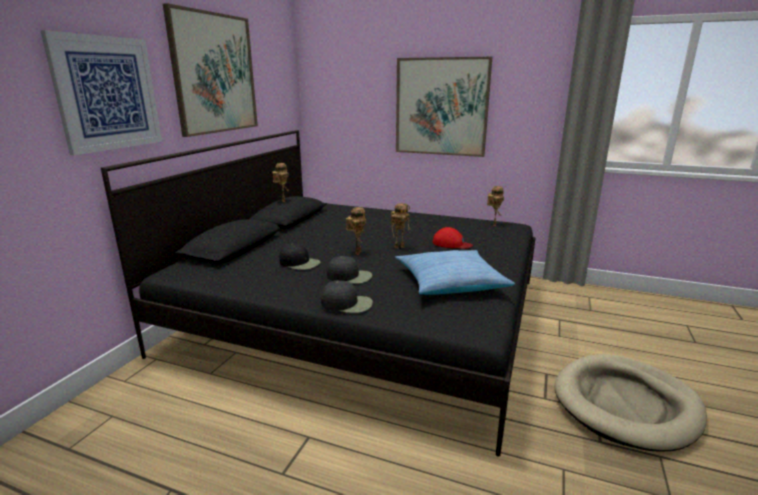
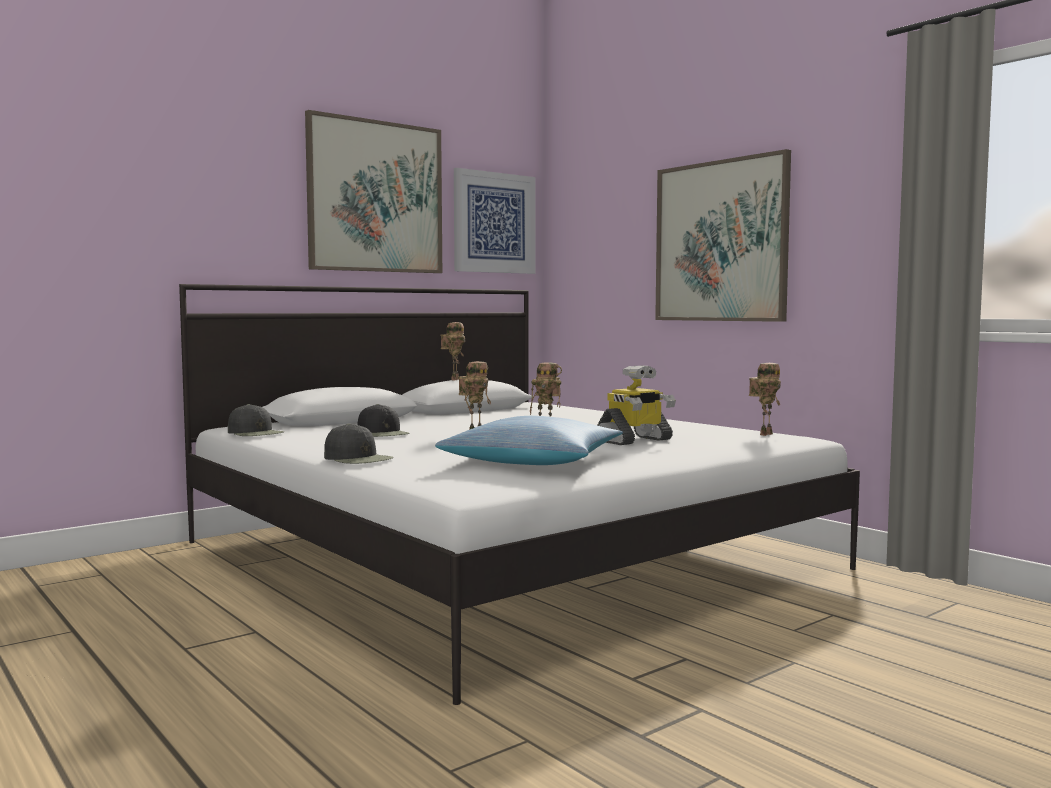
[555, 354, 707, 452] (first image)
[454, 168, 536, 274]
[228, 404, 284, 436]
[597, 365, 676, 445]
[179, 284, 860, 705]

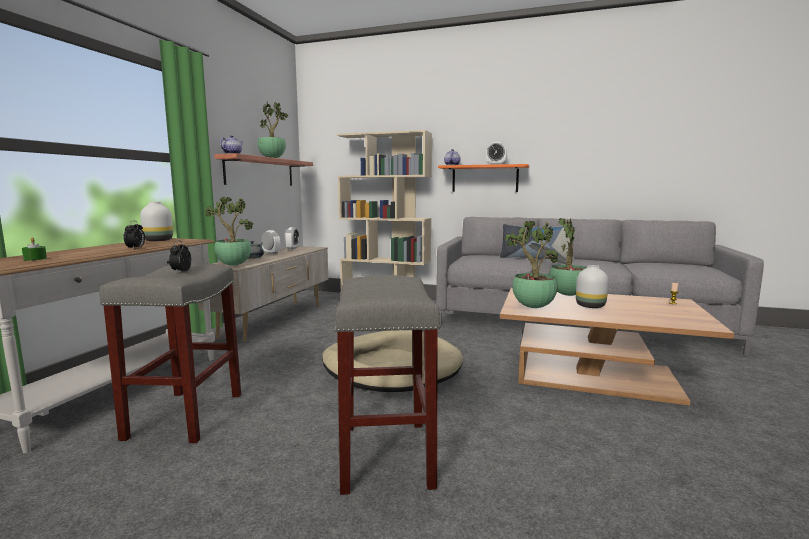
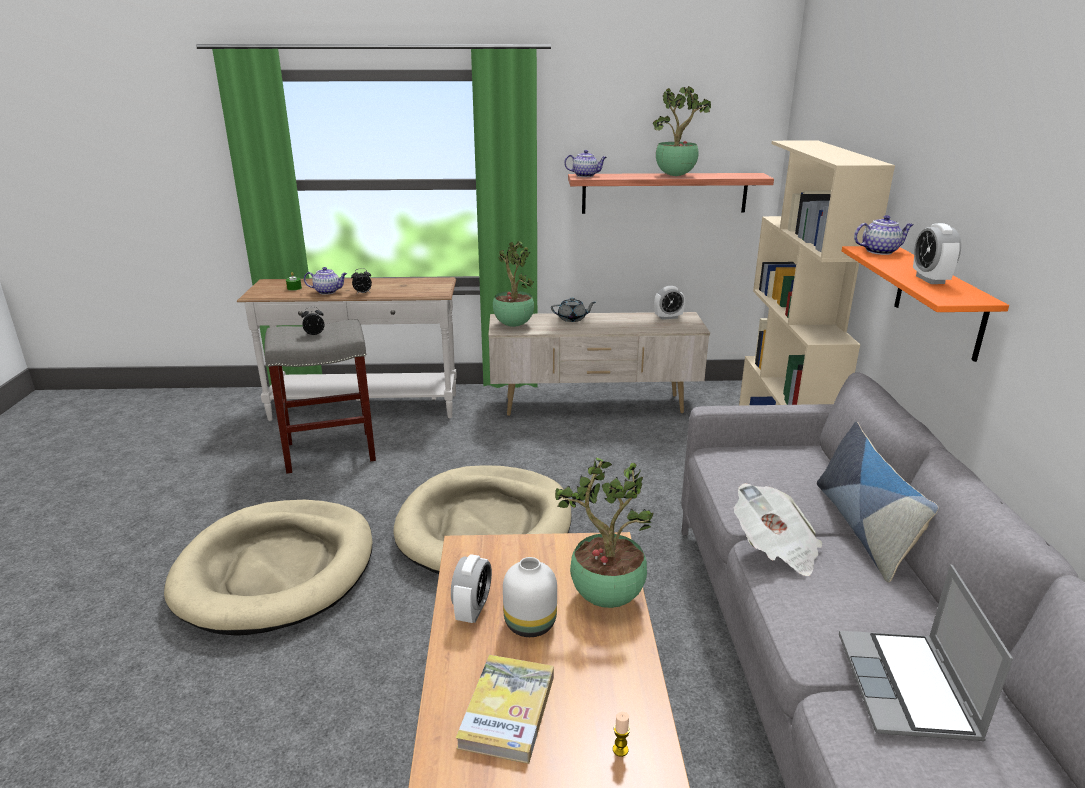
[140, 202, 173, 241] (first image)
[505, 221, 558, 308] (first image)
[304, 267, 347, 295]
[456, 655, 554, 764]
[839, 564, 1013, 741]
[451, 554, 492, 623]
[164, 500, 373, 636]

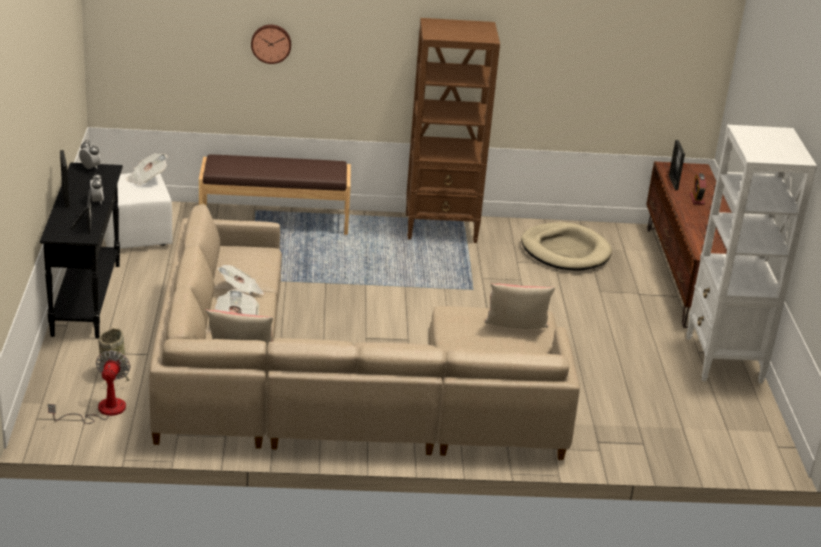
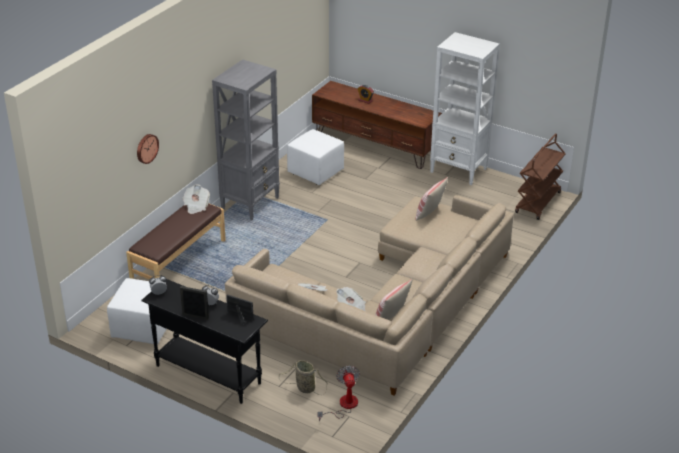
[669, 140, 685, 190] (first image)
[515, 133, 566, 220]
[182, 184, 210, 214]
[287, 129, 344, 185]
[212, 59, 280, 220]
[317, 365, 360, 421]

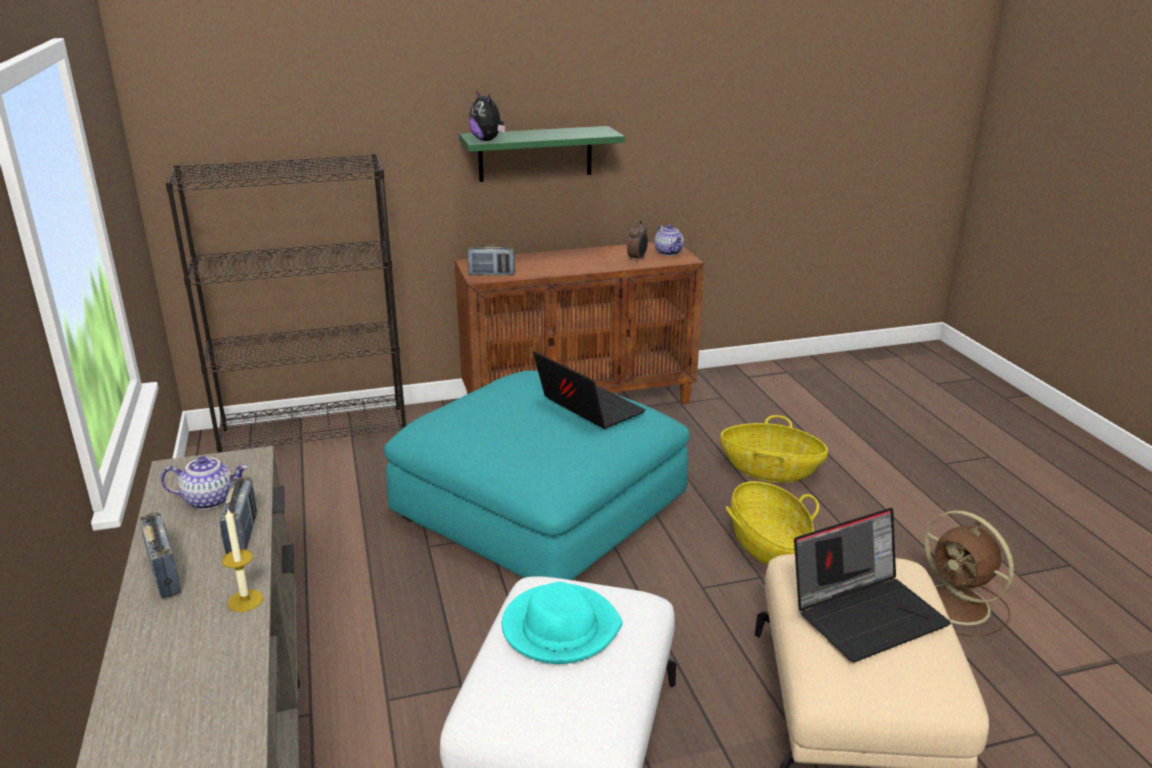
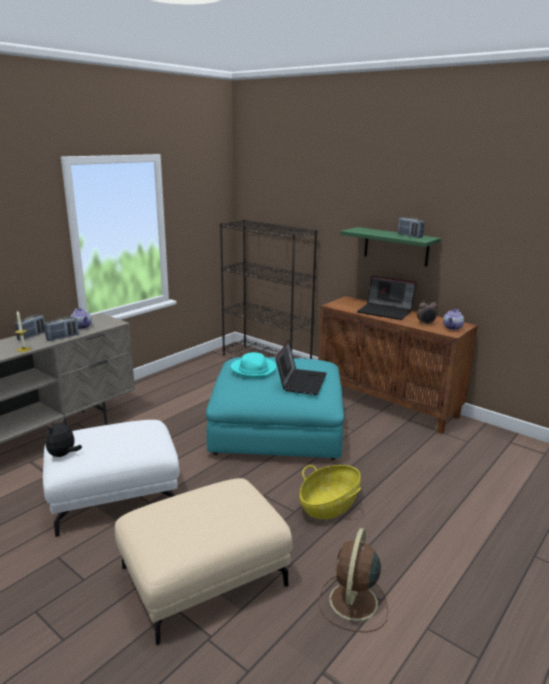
[720, 415, 828, 483] (first image)
[398, 217, 424, 238]
[46, 417, 82, 457]
[231, 352, 276, 378]
[357, 276, 416, 320]

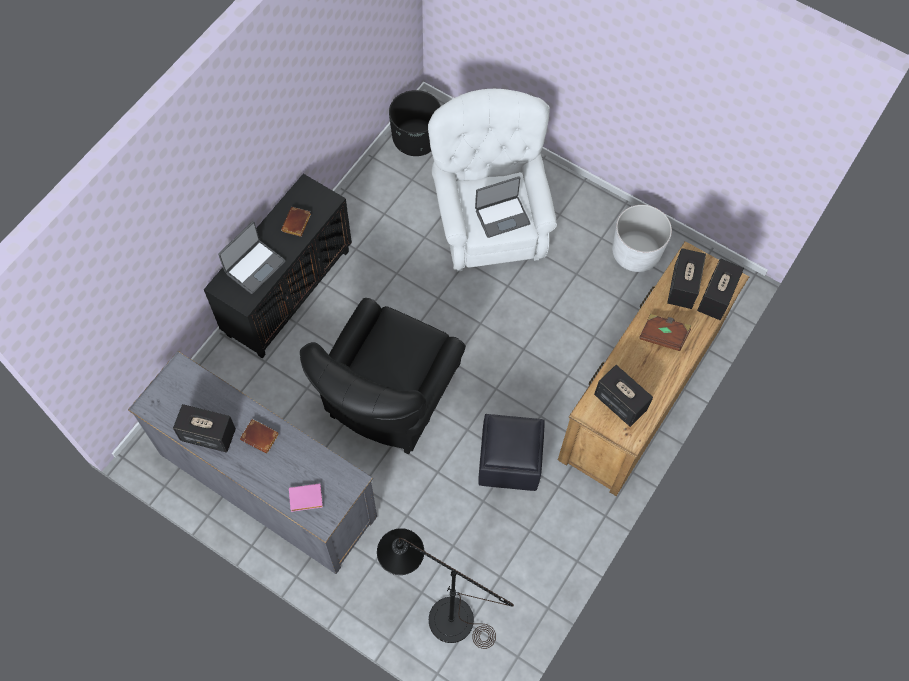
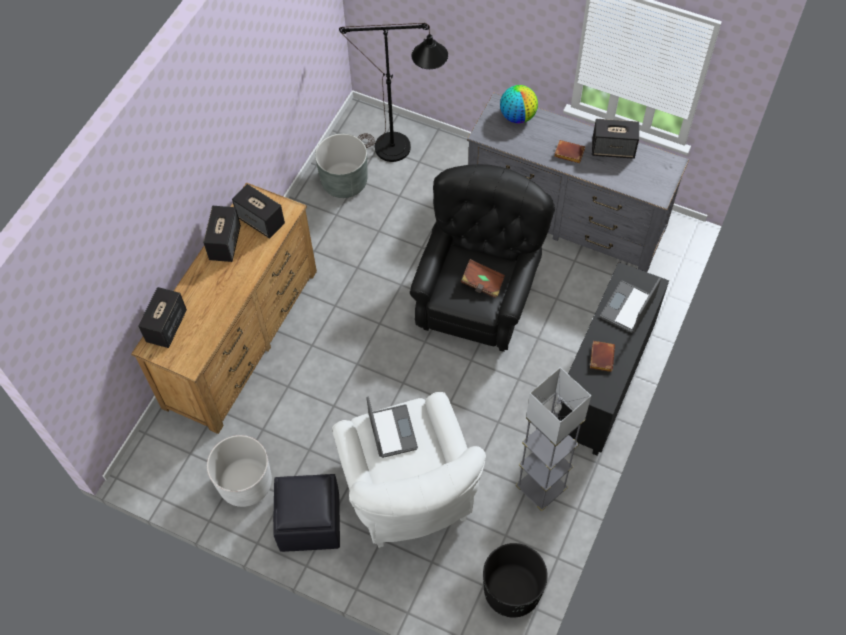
[315, 134, 367, 198]
[516, 367, 591, 511]
[273, 474, 340, 552]
[461, 259, 505, 298]
[203, 206, 241, 262]
[500, 85, 538, 123]
[367, 397, 418, 458]

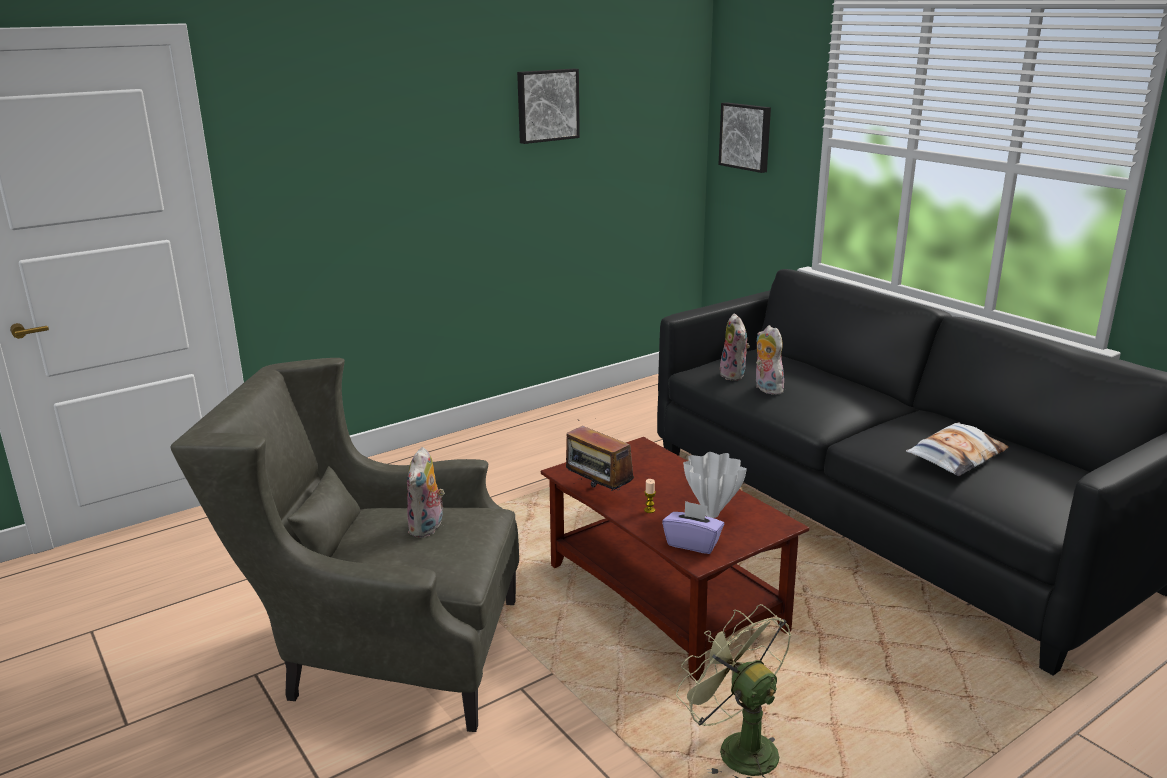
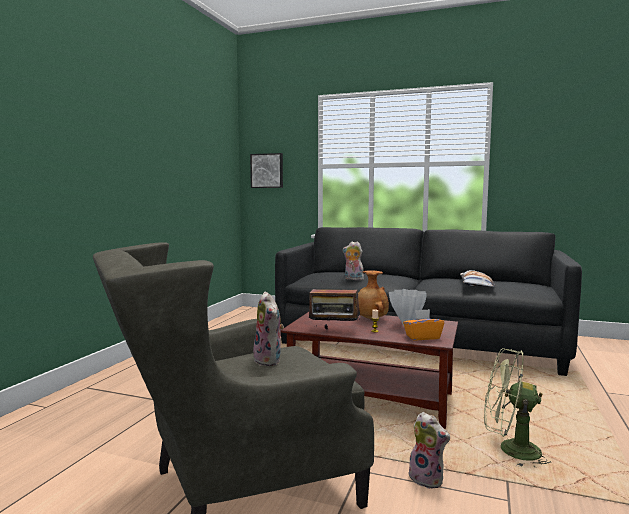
[517, 68, 580, 144] (first image)
[358, 270, 389, 320]
[408, 412, 450, 489]
[403, 309, 444, 340]

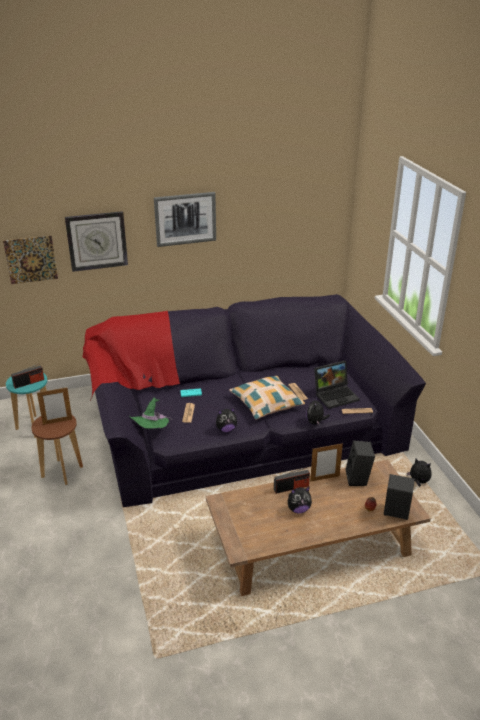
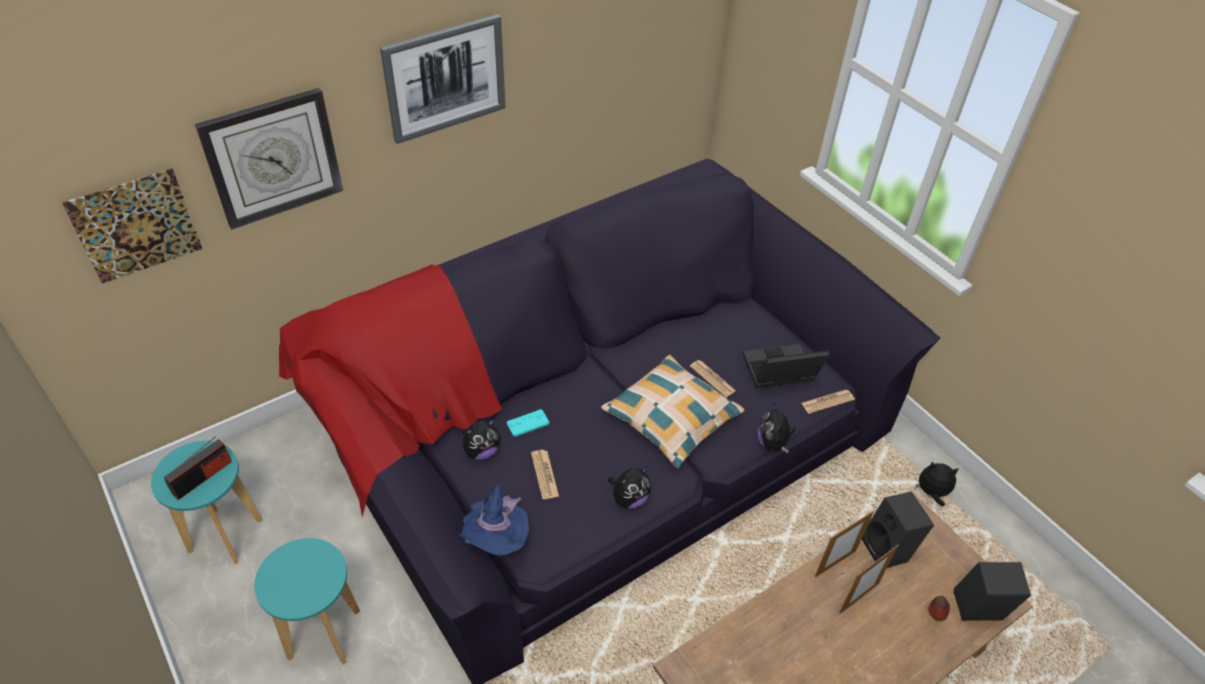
[274, 467, 310, 494] (first image)
[839, 545, 899, 614]
[462, 419, 501, 460]
[254, 538, 360, 665]
[458, 481, 529, 556]
[742, 344, 830, 388]

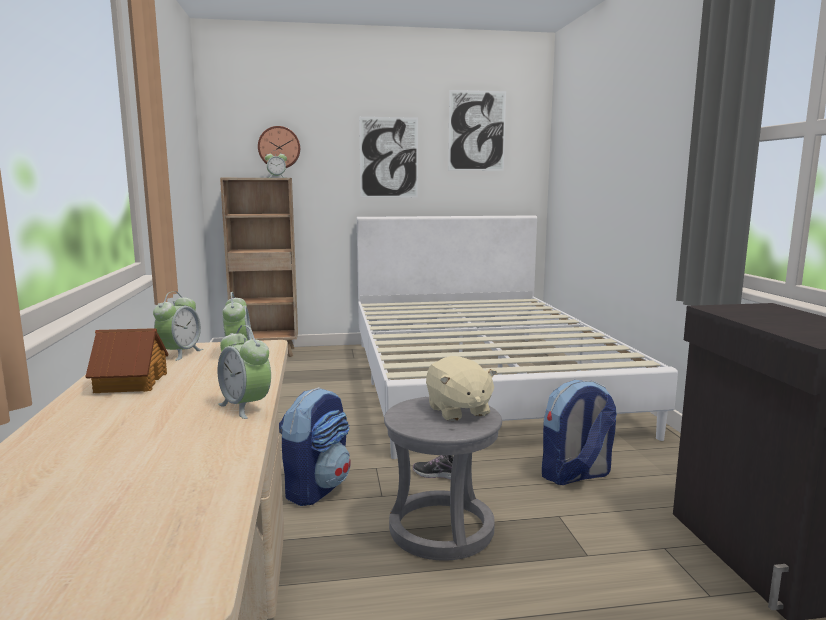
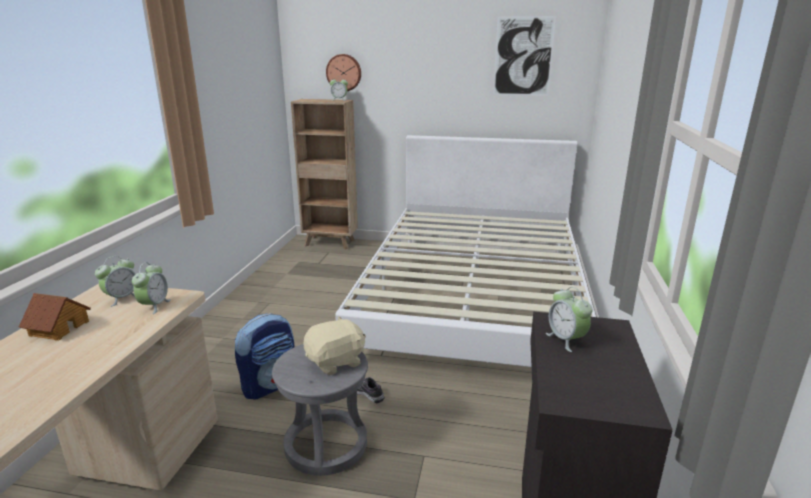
[359, 117, 418, 198] (first image)
[542, 380, 617, 485] (first image)
[546, 287, 592, 352]
[303, 316, 366, 375]

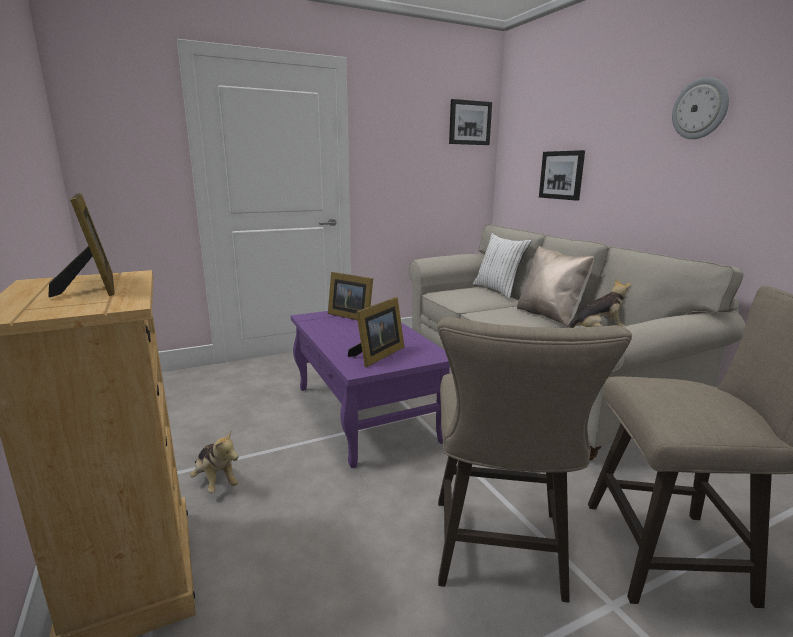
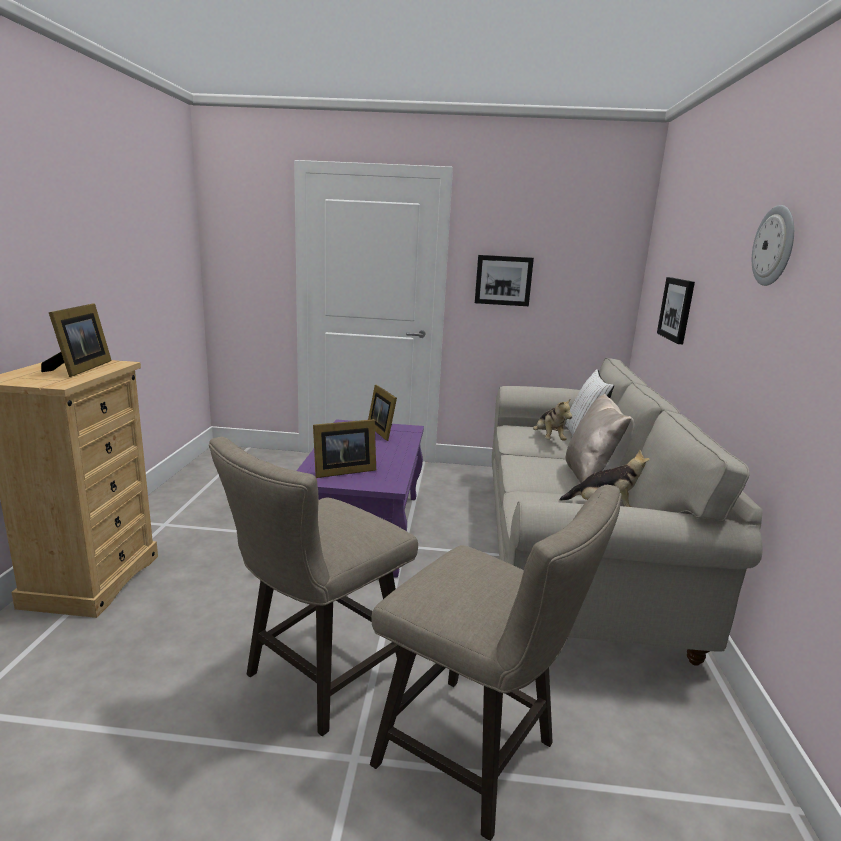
[533, 398, 572, 441]
[475, 255, 534, 306]

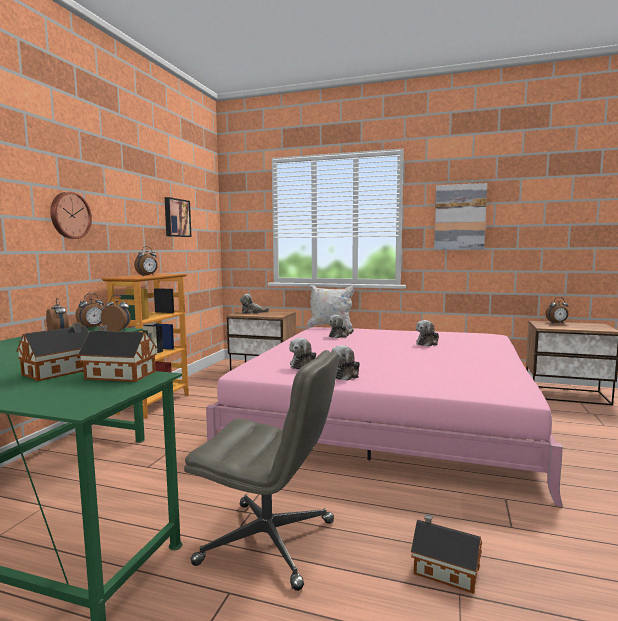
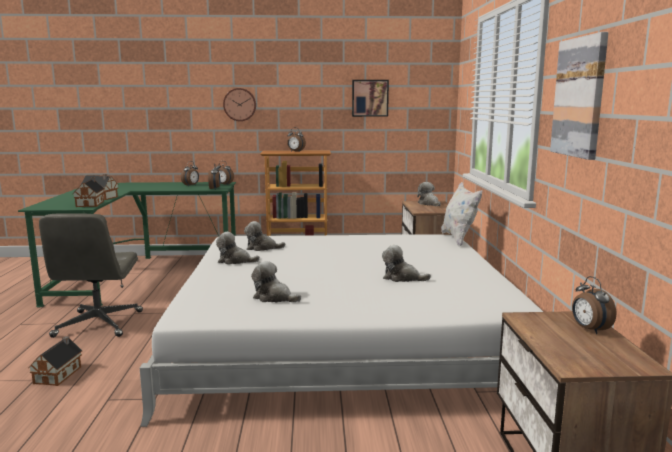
[251, 261, 301, 302]
[140, 234, 543, 427]

